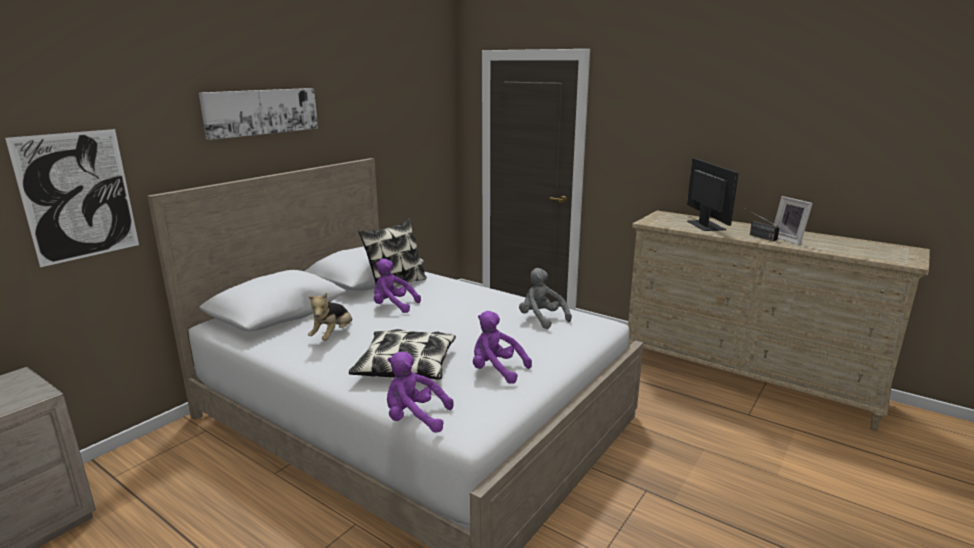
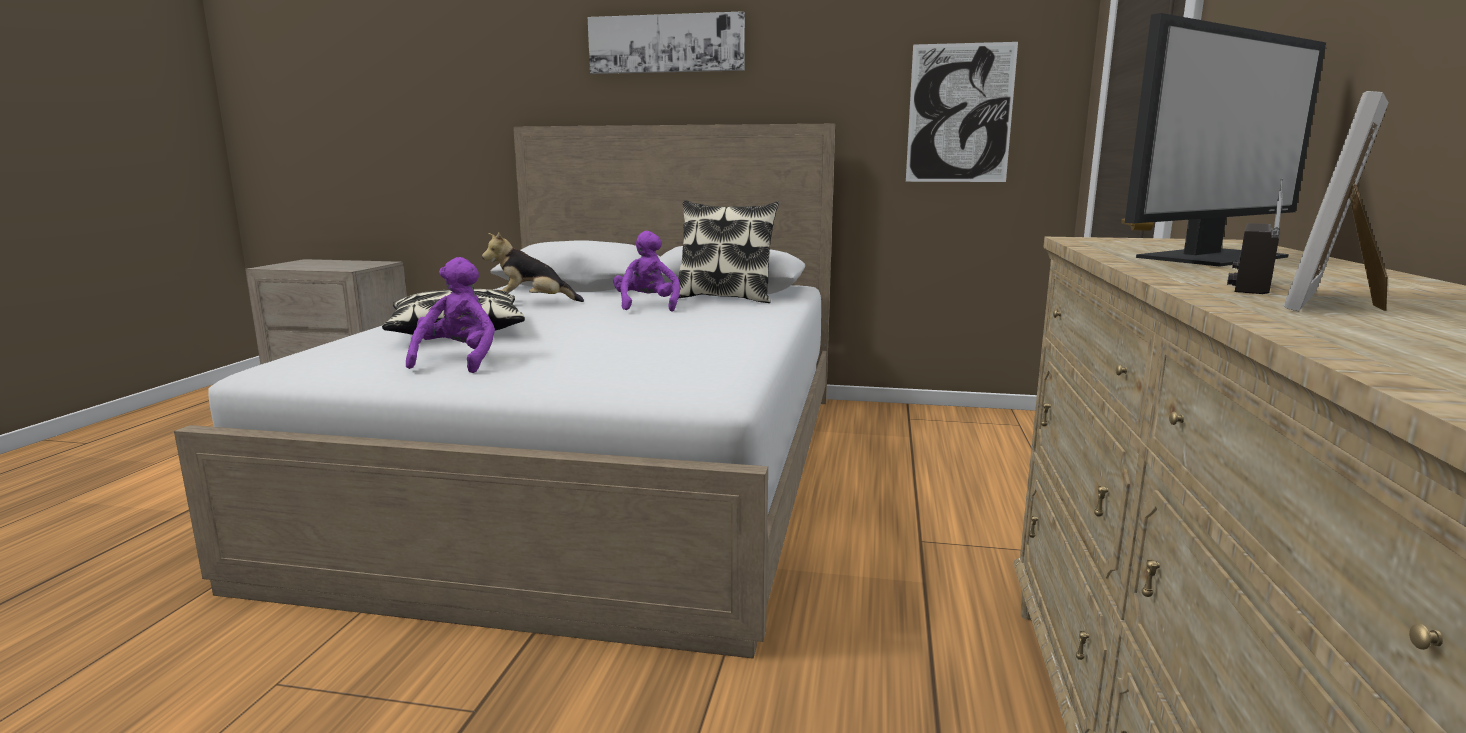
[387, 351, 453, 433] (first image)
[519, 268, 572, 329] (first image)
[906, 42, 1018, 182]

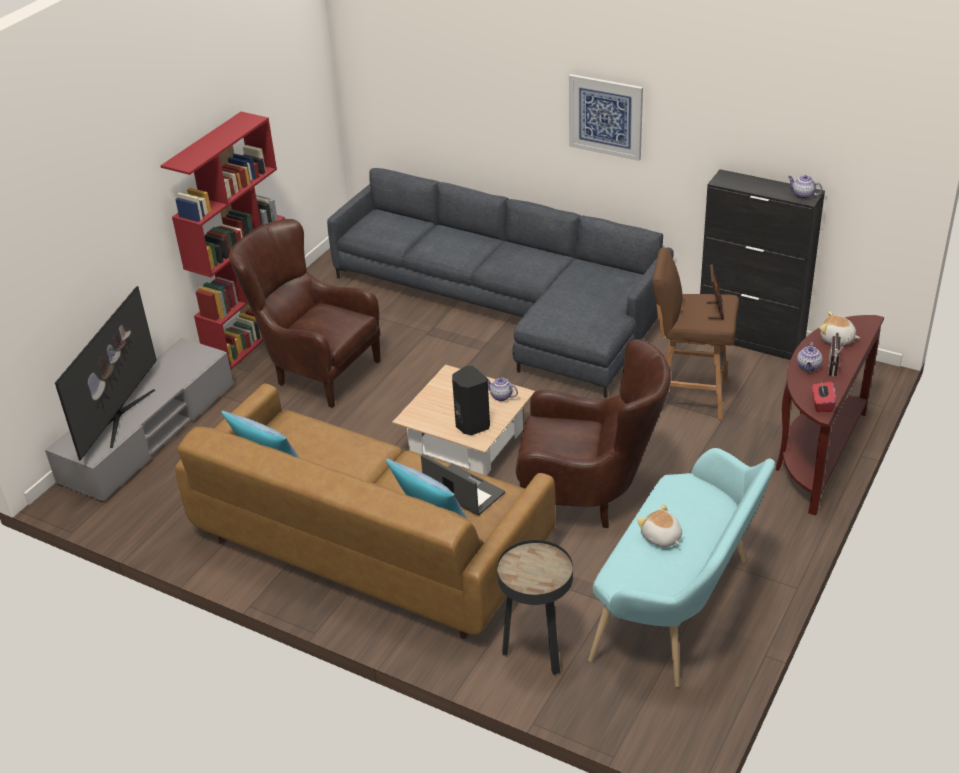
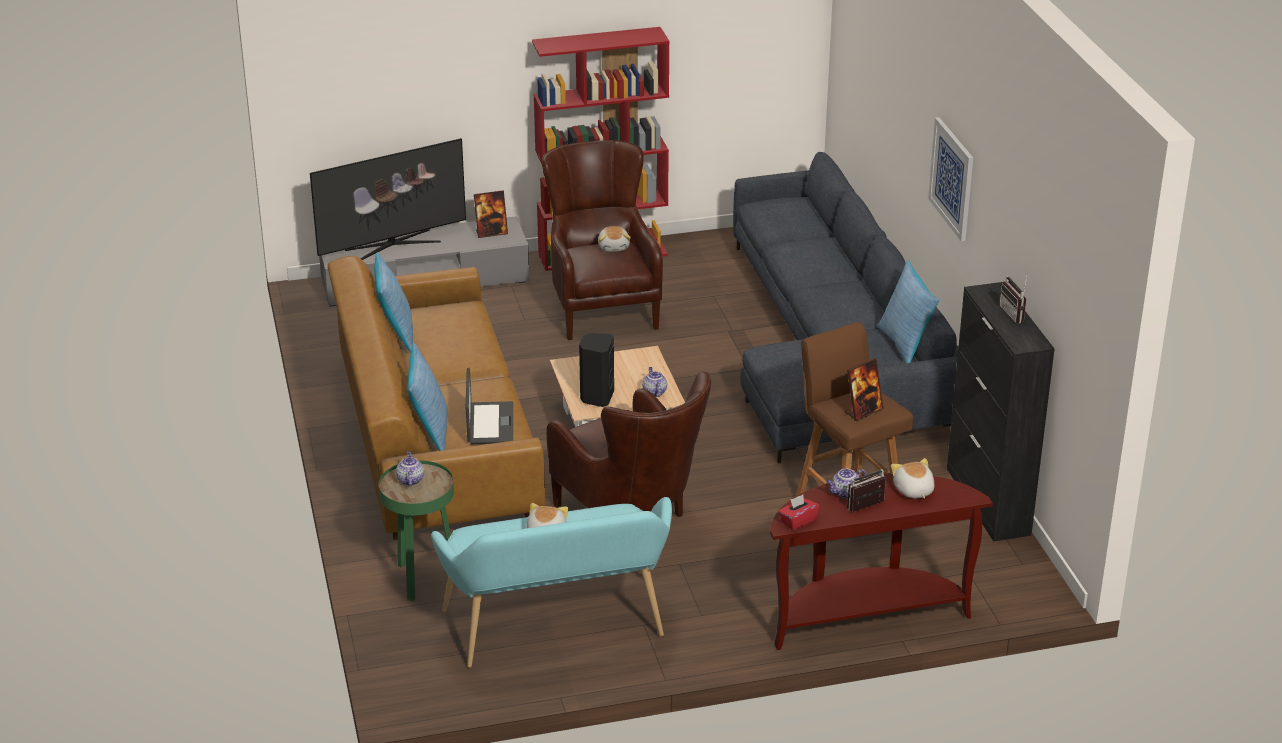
[474, 190, 508, 238]
[598, 226, 631, 252]
[878, 260, 940, 363]
[1000, 272, 1028, 323]
[396, 451, 424, 486]
[379, 460, 454, 602]

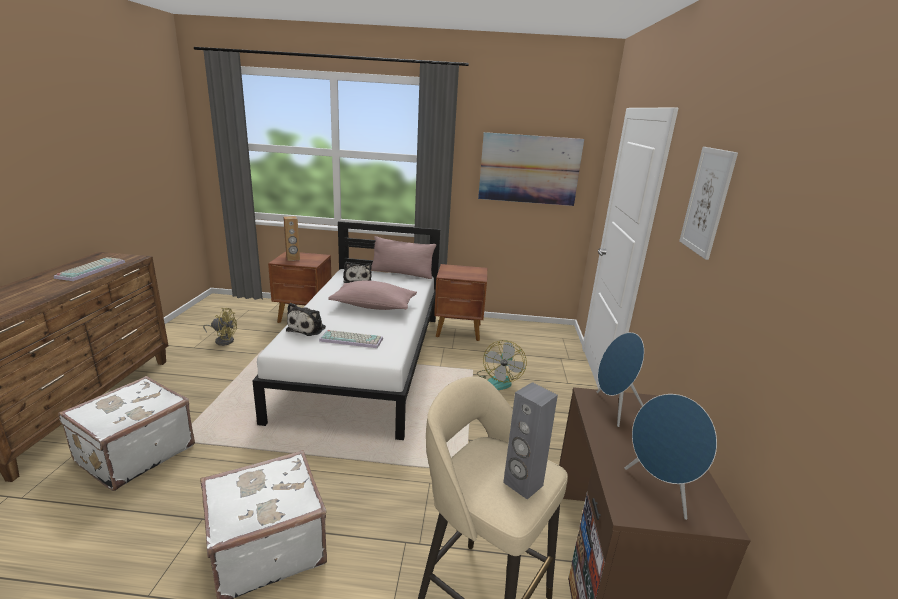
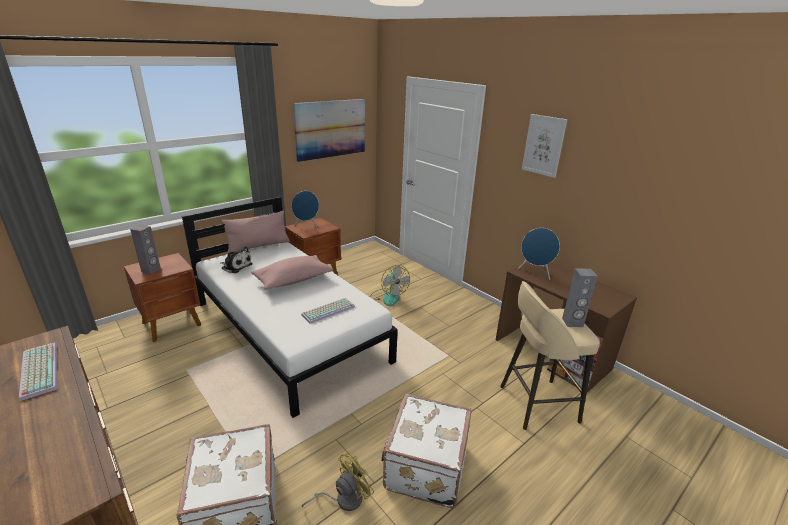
[286, 303, 326, 336] (first image)
[302, 454, 374, 511]
[292, 191, 319, 230]
[130, 225, 161, 274]

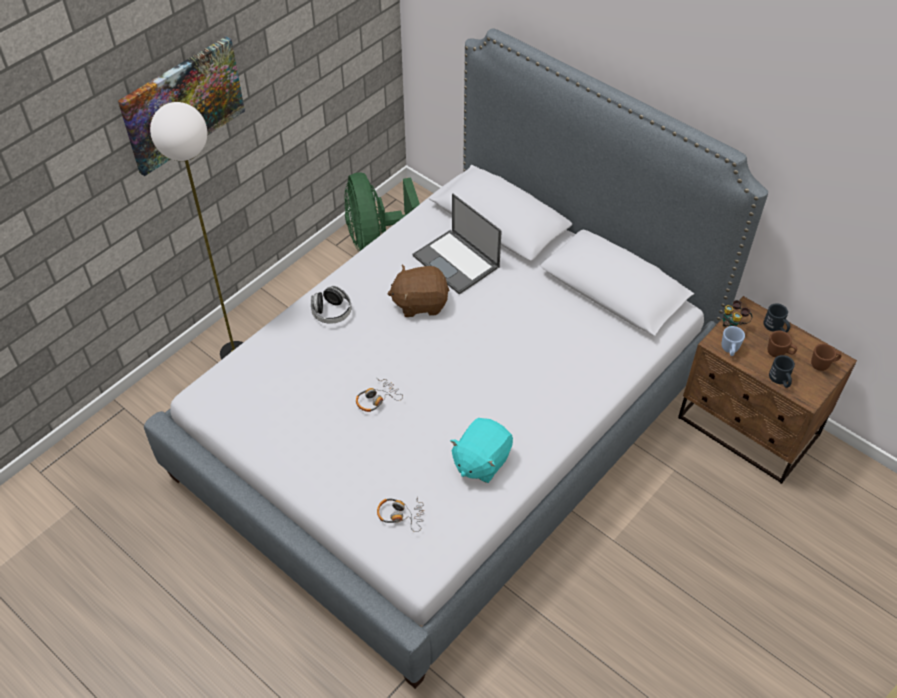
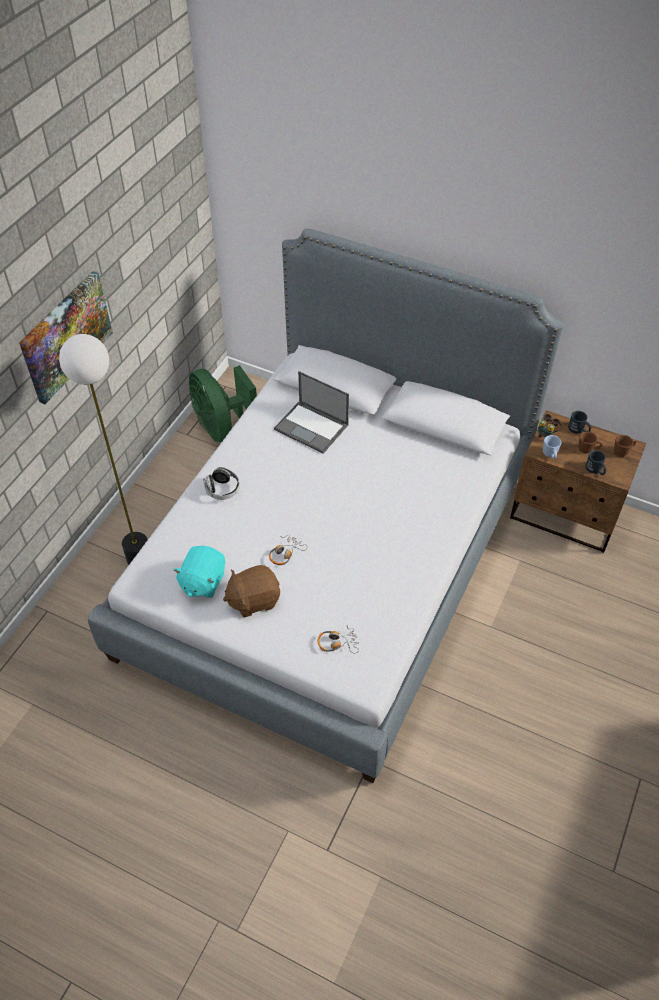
[223, 565, 280, 618]
[173, 546, 225, 598]

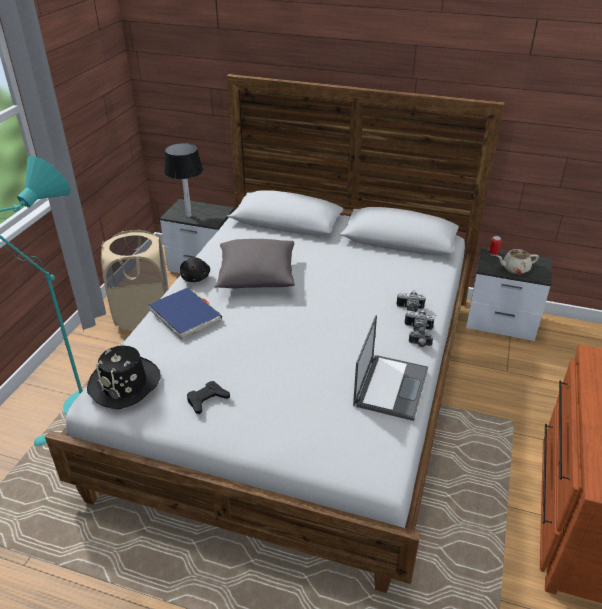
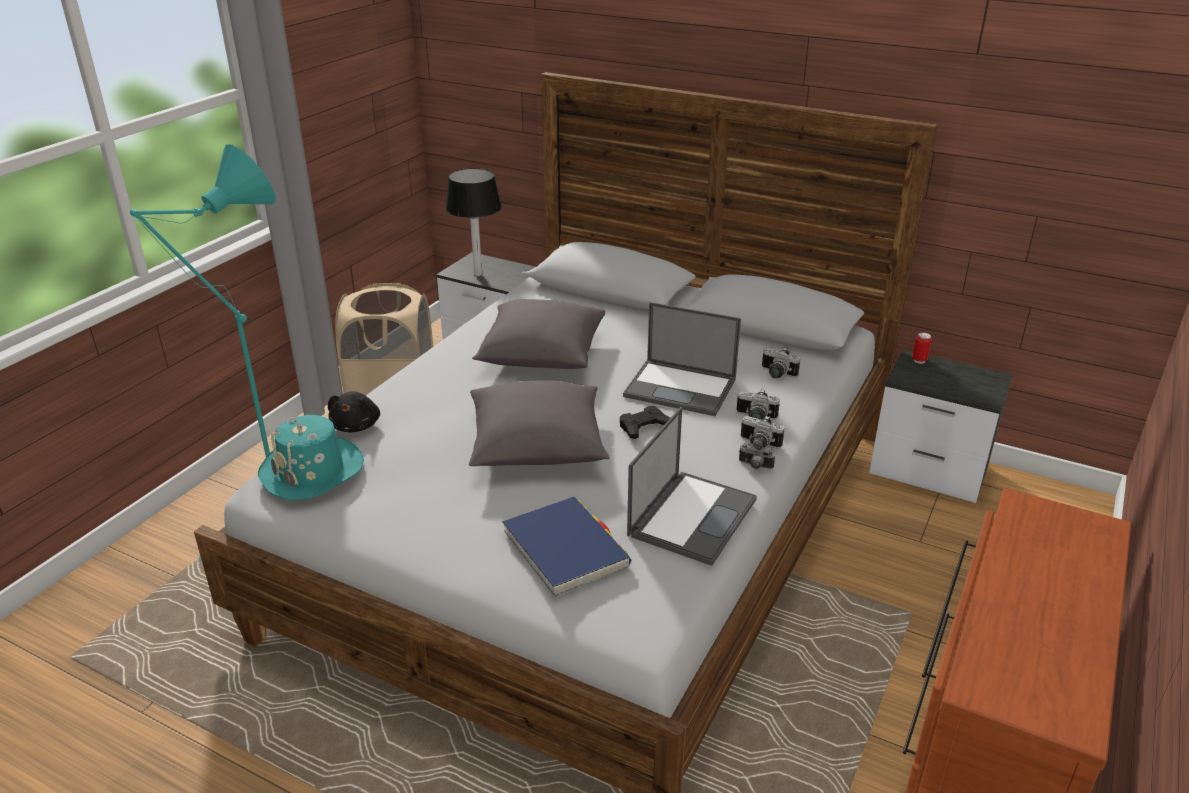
[497, 249, 539, 274] (first image)
[469, 380, 610, 466]
[623, 302, 741, 416]
[762, 347, 801, 378]
[502, 497, 631, 597]
[328, 391, 380, 433]
[620, 406, 670, 439]
[258, 415, 364, 501]

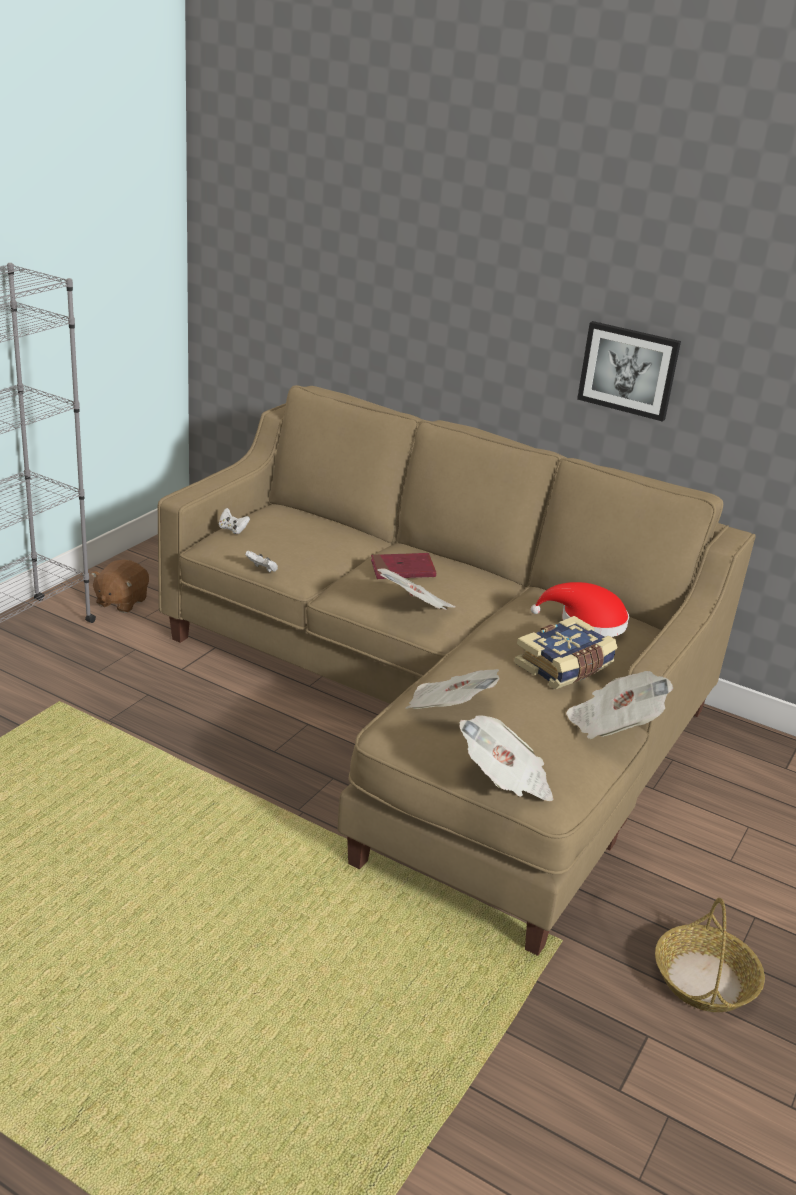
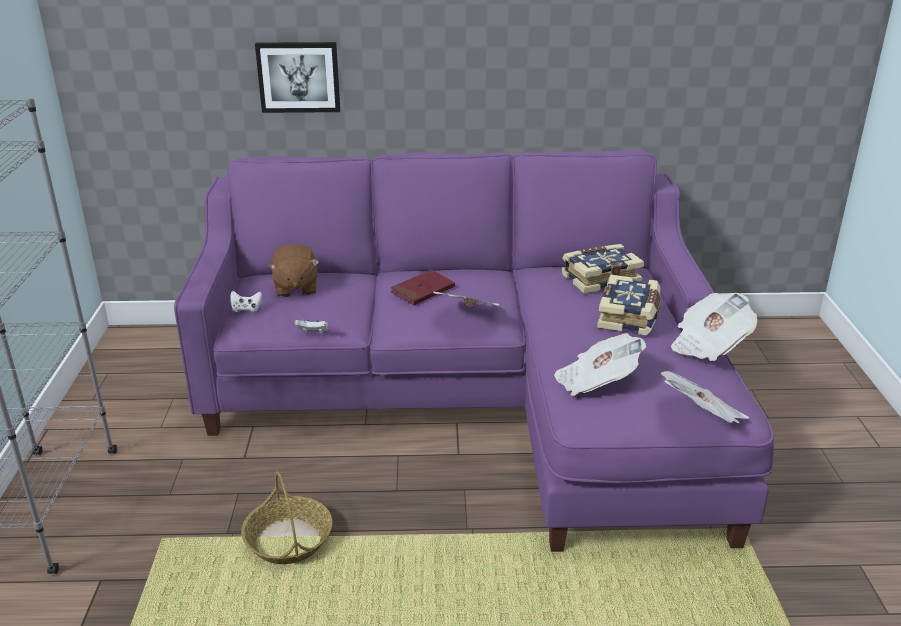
[268, 244, 319, 297]
[255, 42, 340, 113]
[241, 471, 332, 564]
[562, 244, 644, 294]
[174, 150, 774, 552]

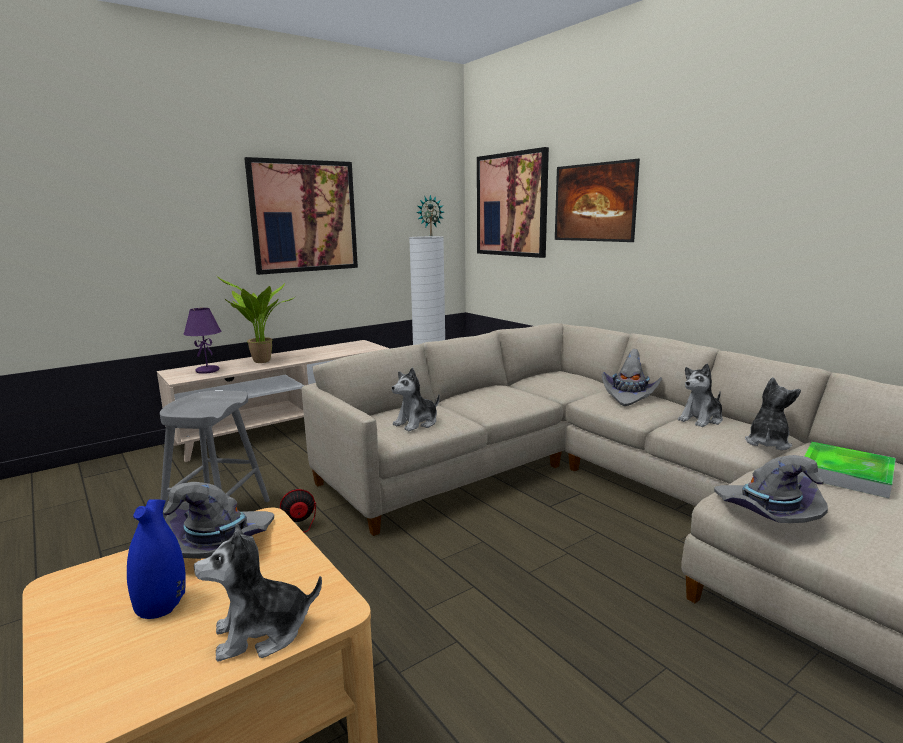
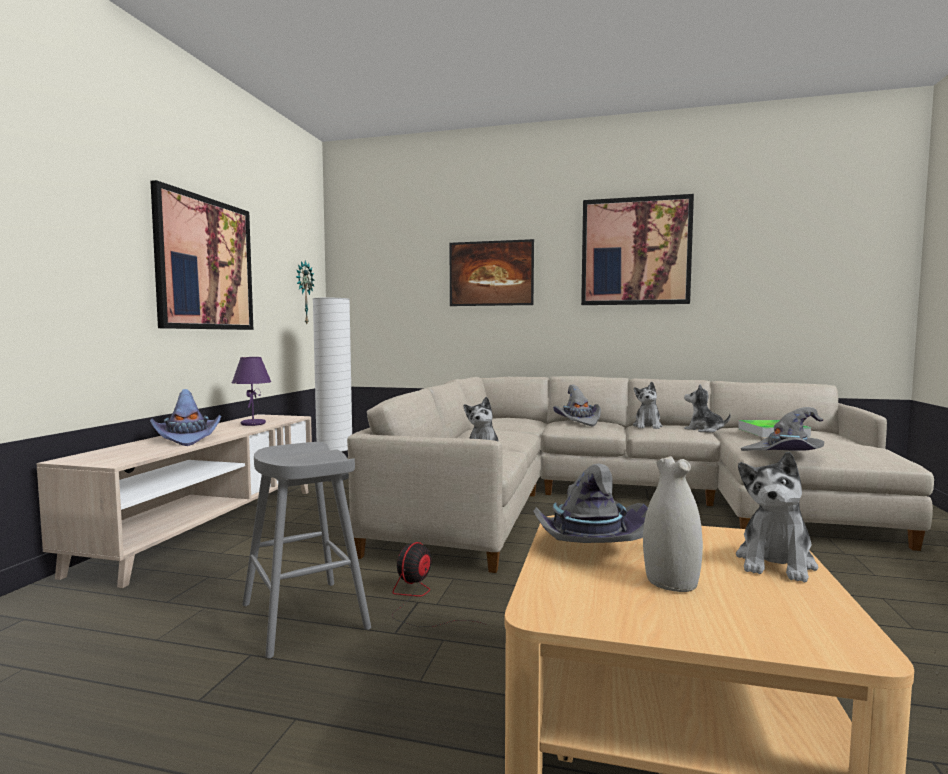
[232, 357, 271, 426]
[581, 194, 694, 305]
[150, 389, 221, 446]
[643, 456, 703, 592]
[684, 384, 731, 433]

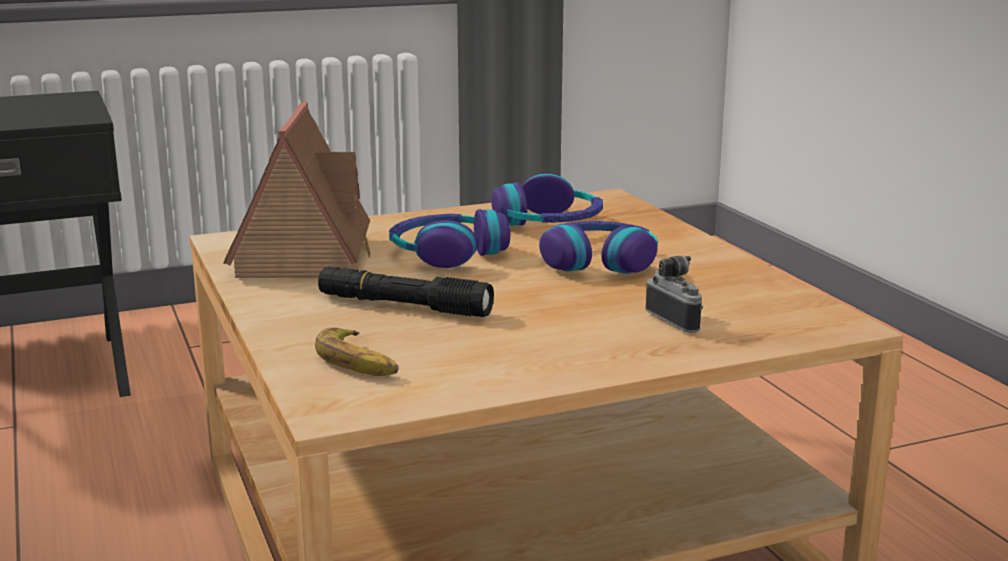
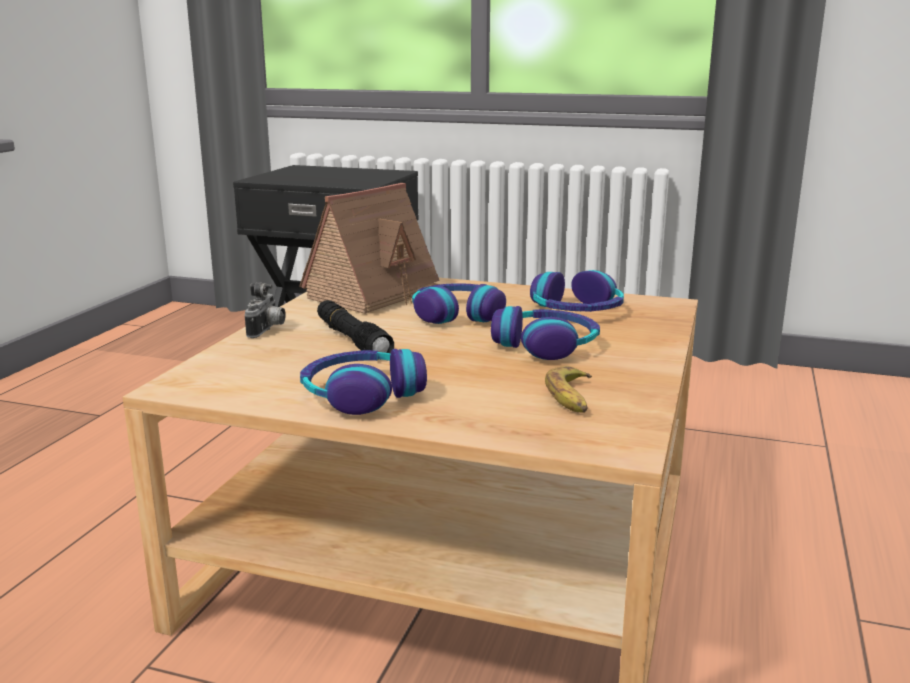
[300, 349, 427, 415]
[545, 366, 592, 413]
[245, 282, 286, 338]

